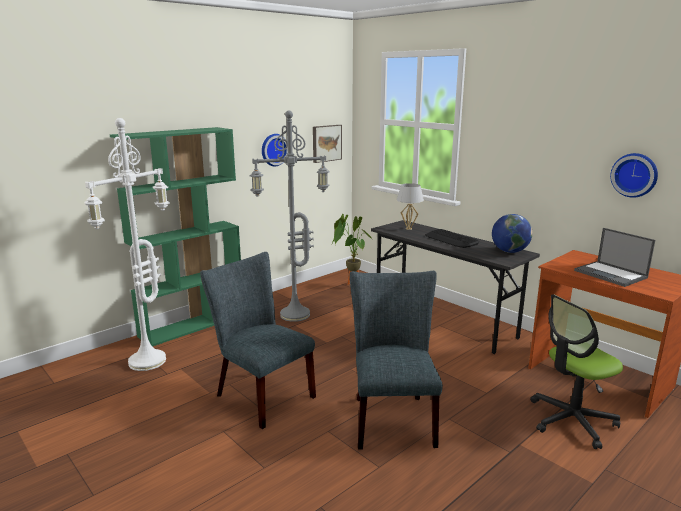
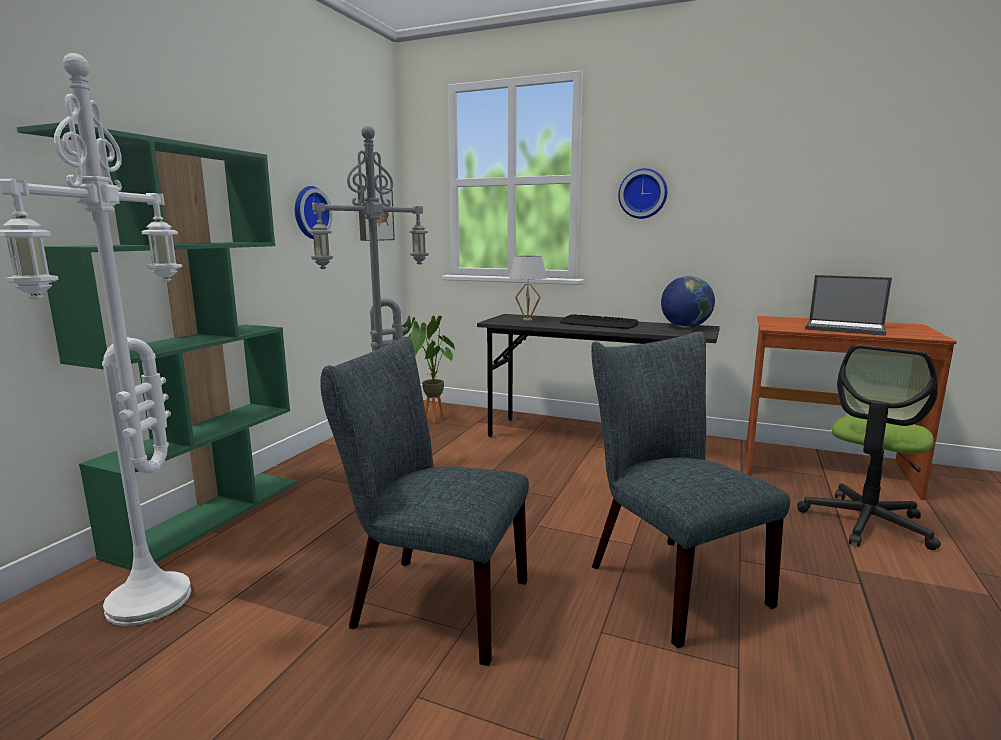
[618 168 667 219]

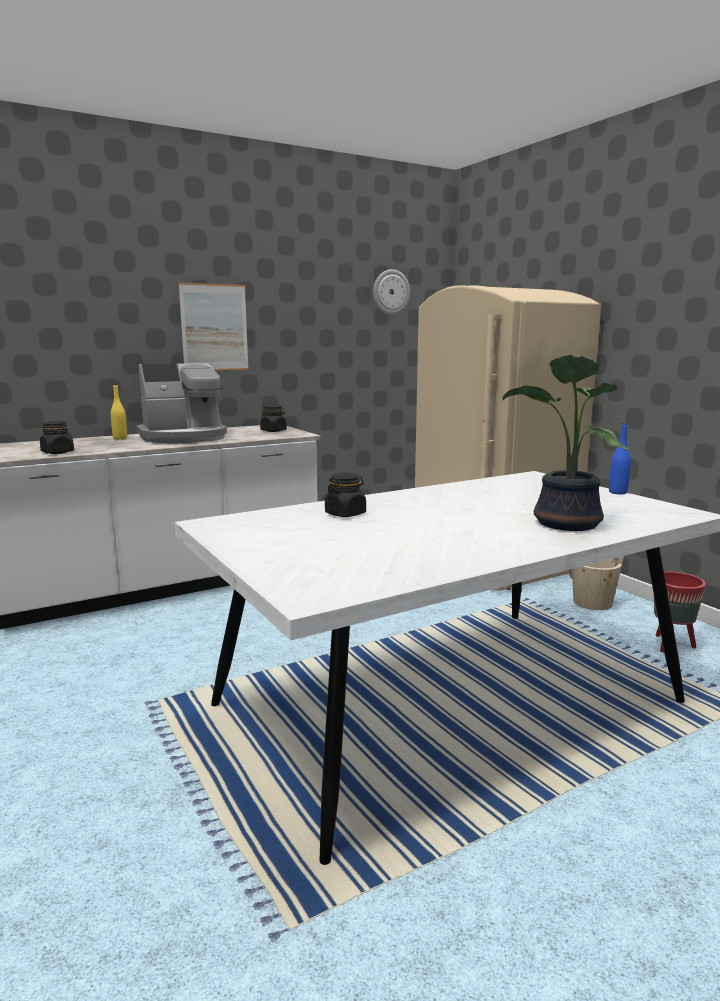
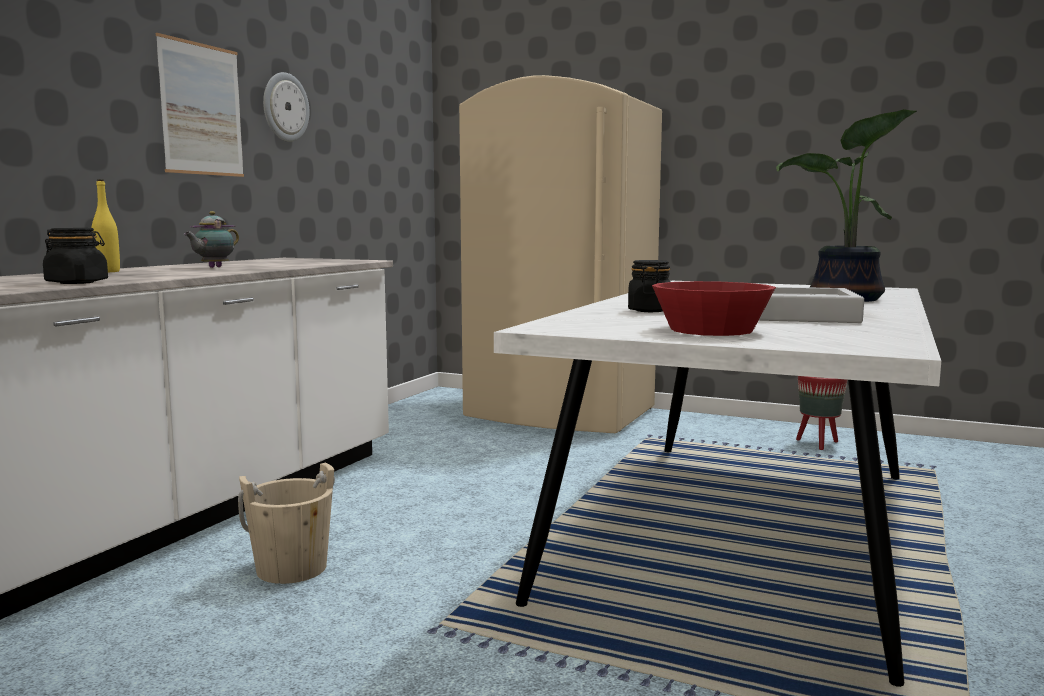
[260 405 287 432] (first image)
[609 423 631 494] (first image)
[652 281 776 336]
[758 287 864 323]
[263 72 309 142]
[238 463 335 584]
[184 211 239 268]

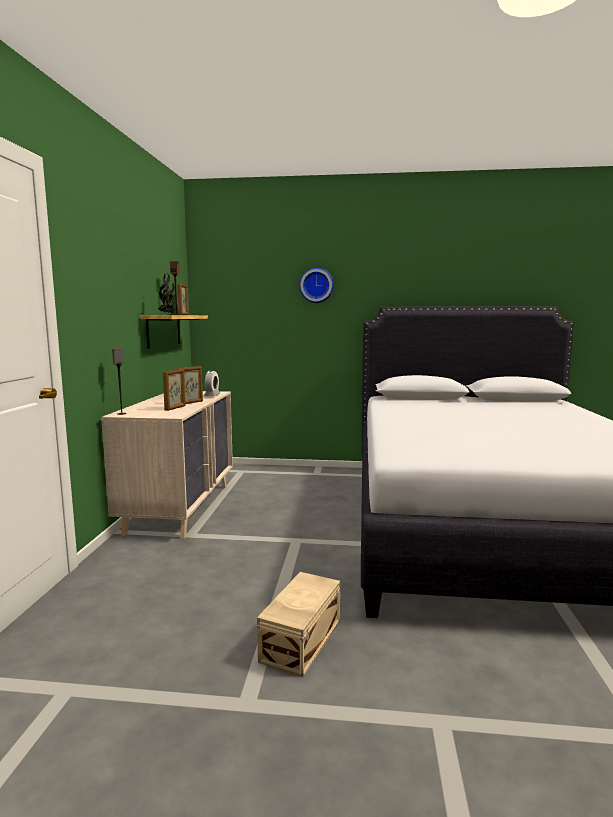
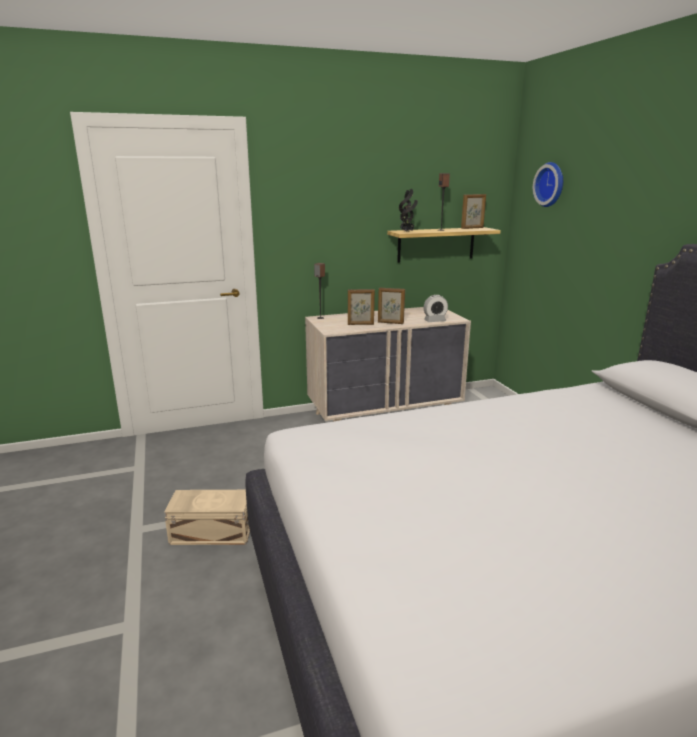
[533 162 563 207]

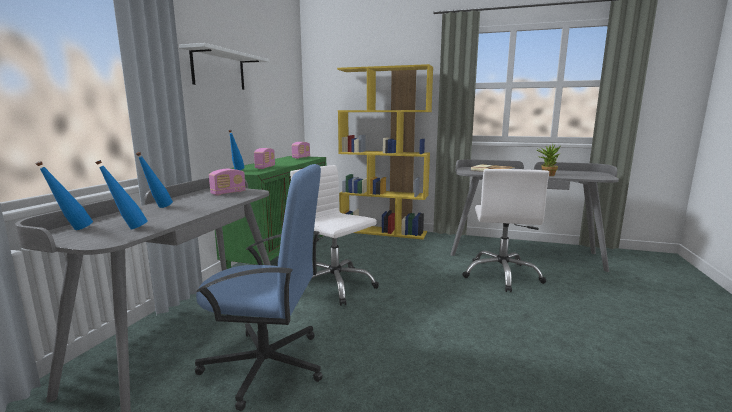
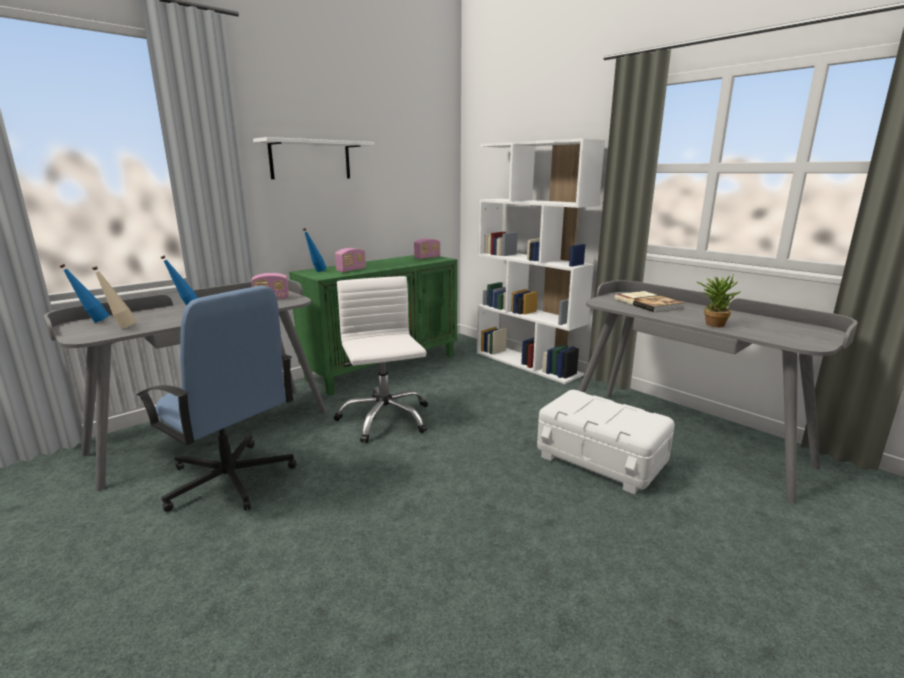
[537 390 675 494]
[92 267 137 329]
[477 138 605 384]

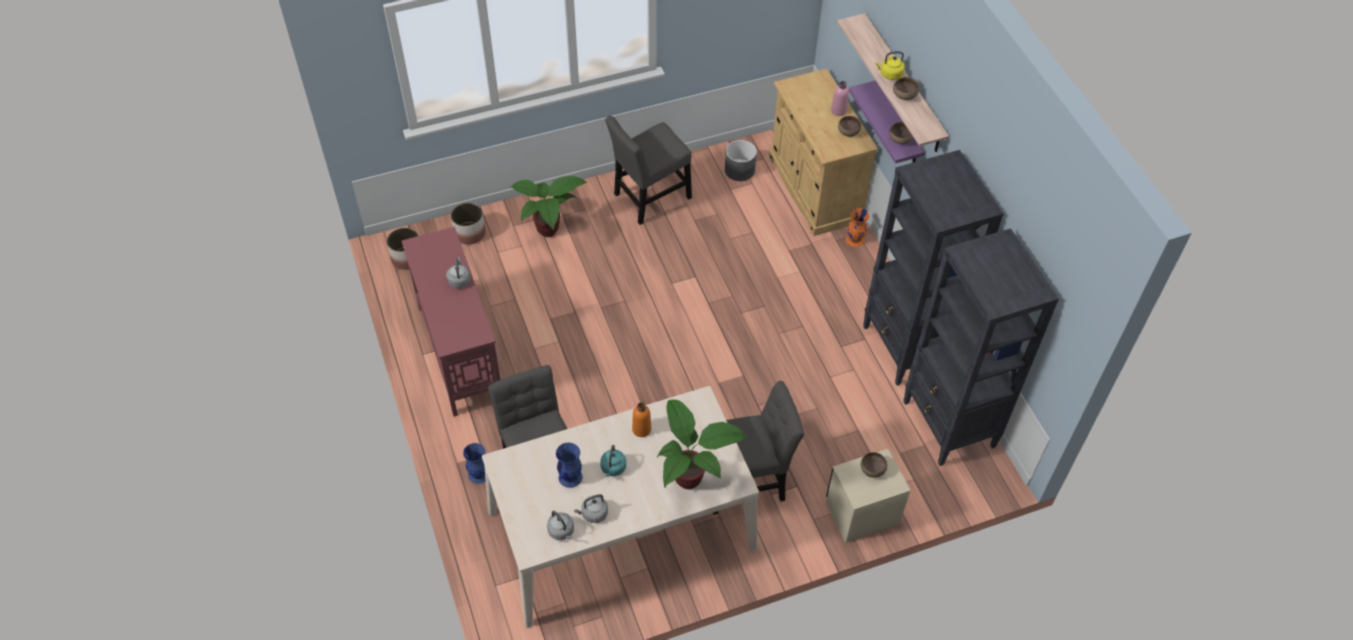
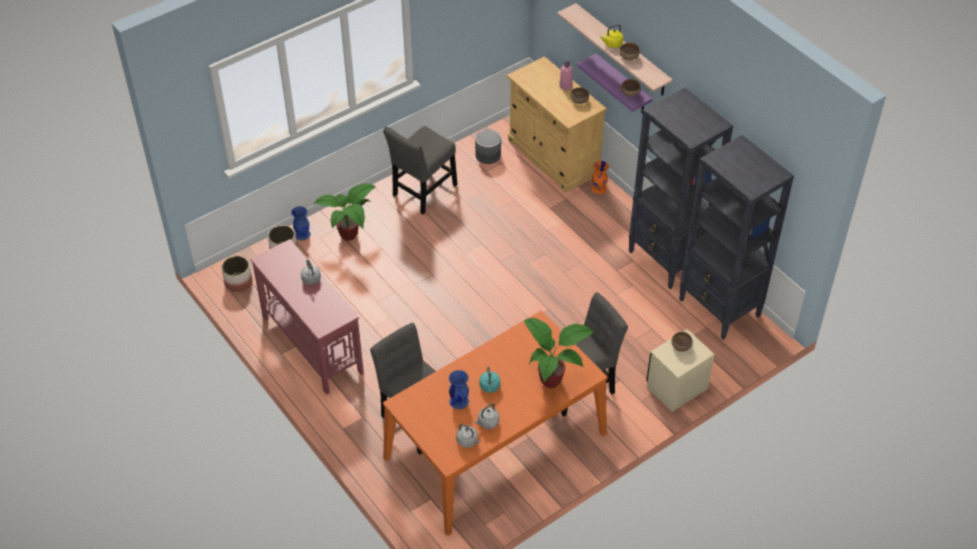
[632 402 651 437] (first image)
[291 206 311 240]
[383 311 607 536]

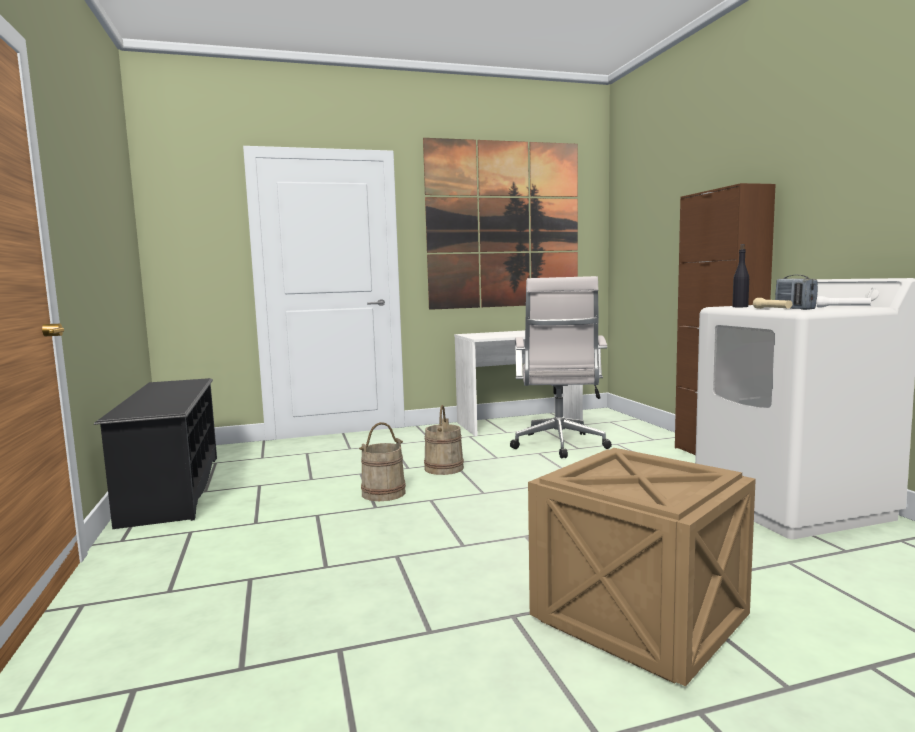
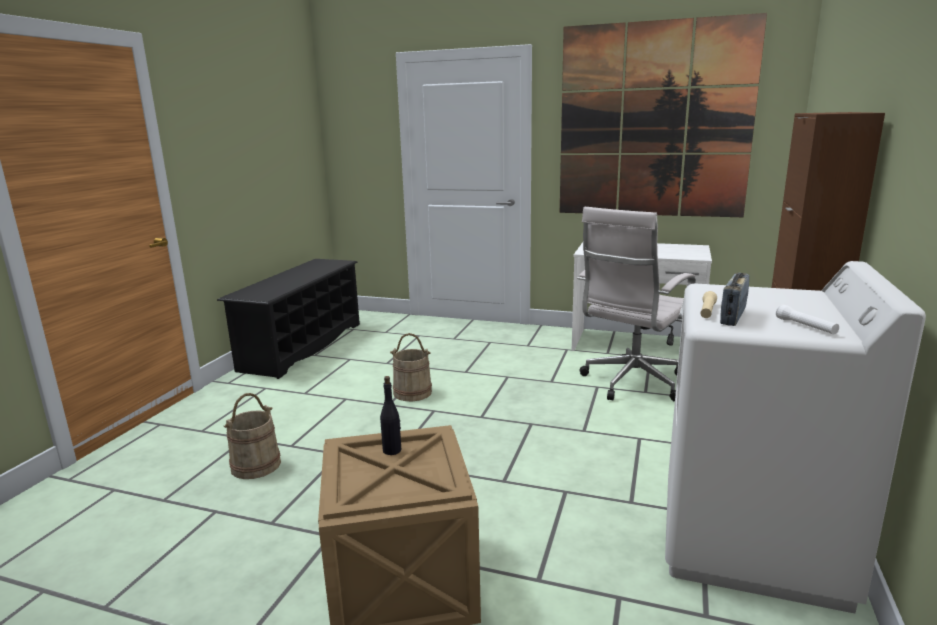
[224 393 281 479]
[380 376 401 455]

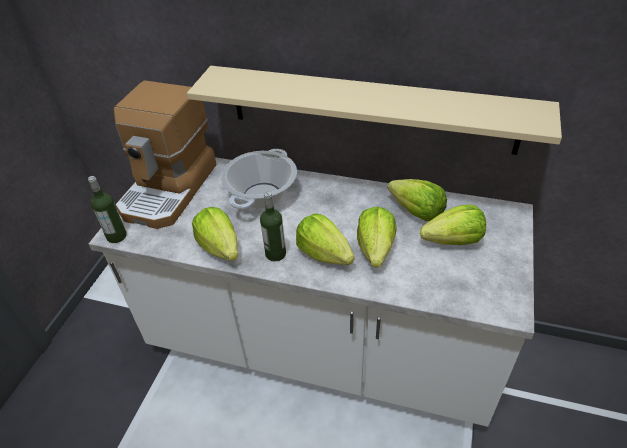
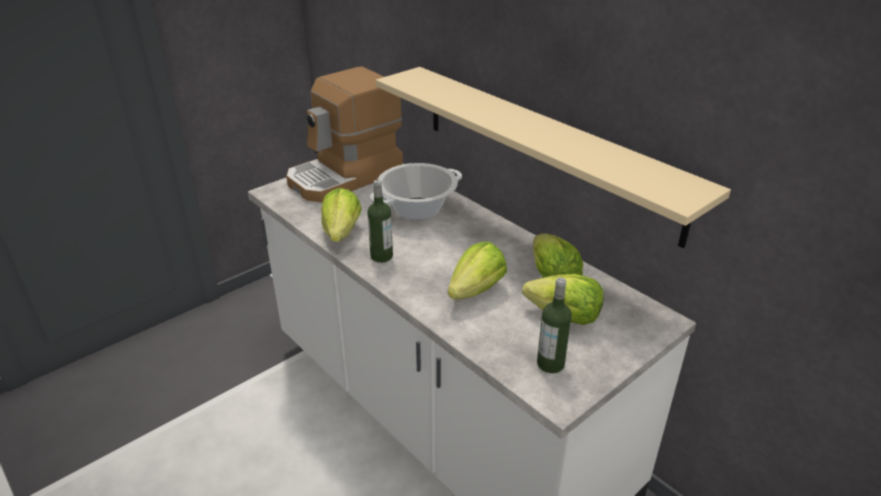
[296 213 355 265] (first image)
[537 277 572 373]

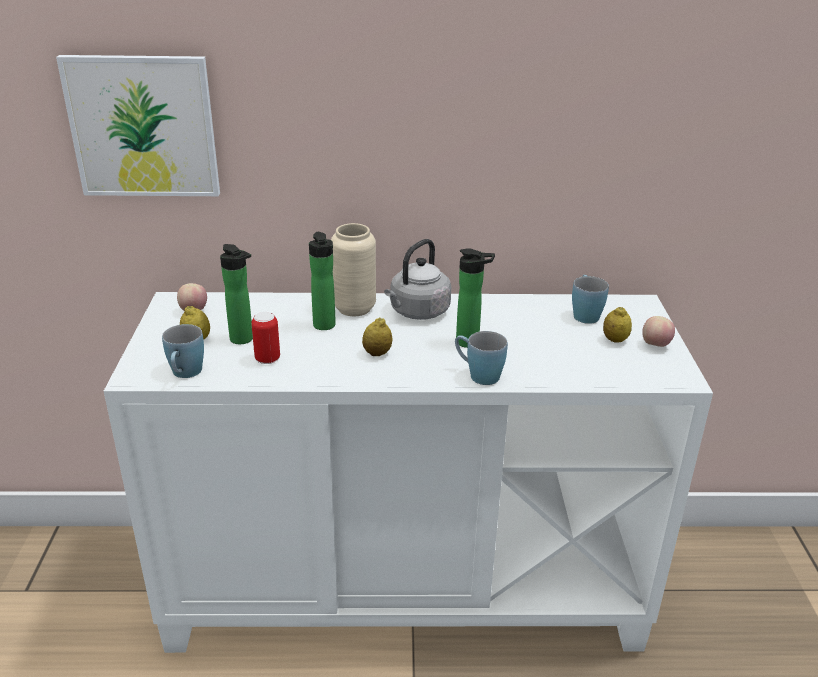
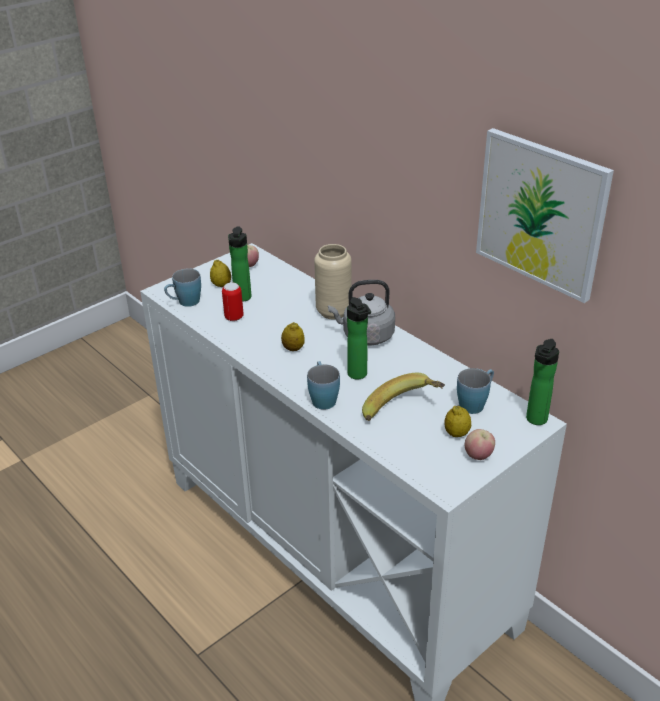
[362 373 445 421]
[476 128 614 303]
[526 339 559 425]

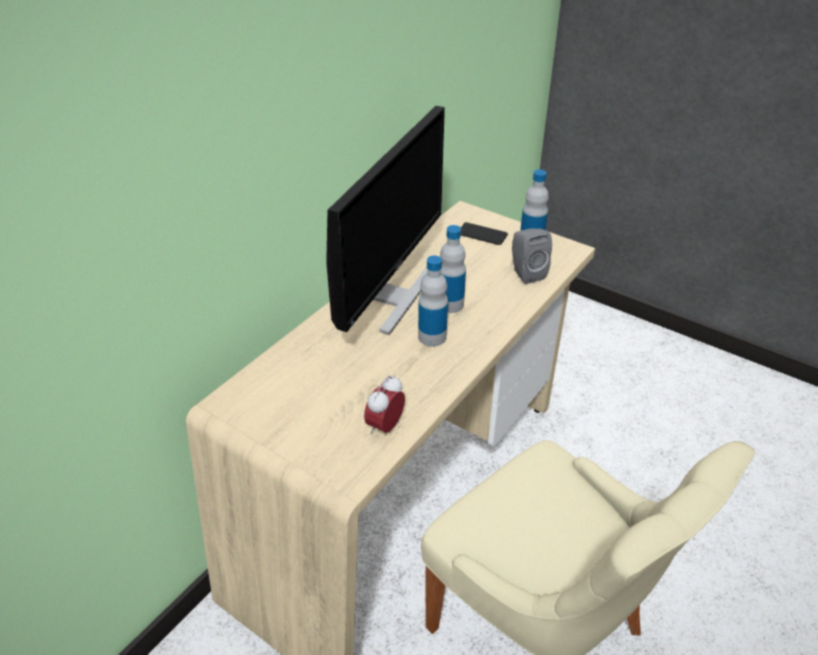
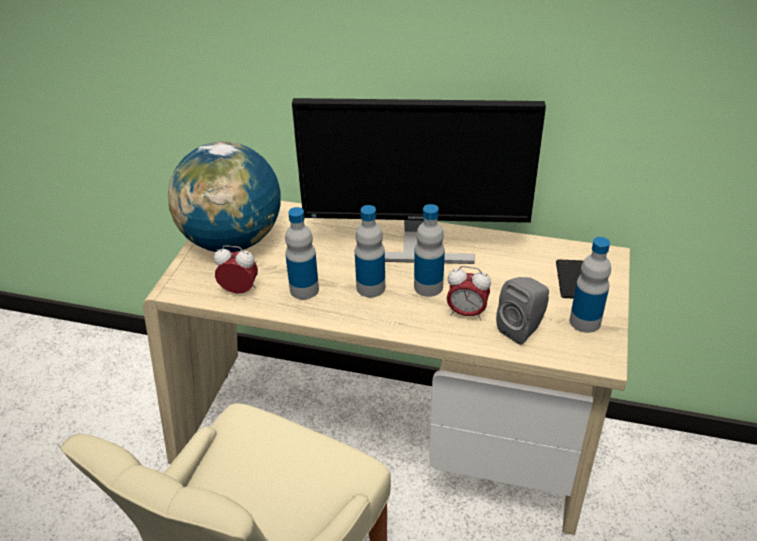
[168 141 281 252]
[285 207 319 300]
[447 266 491 320]

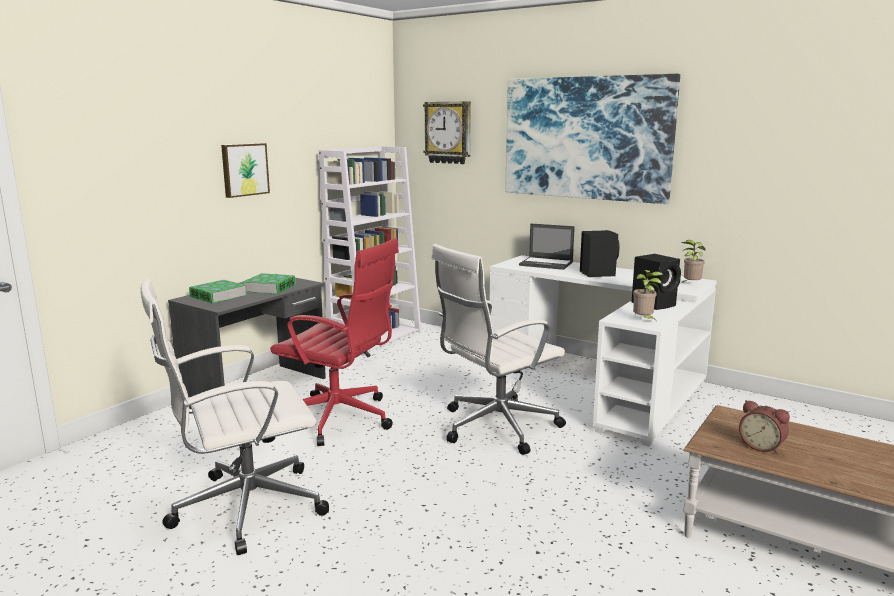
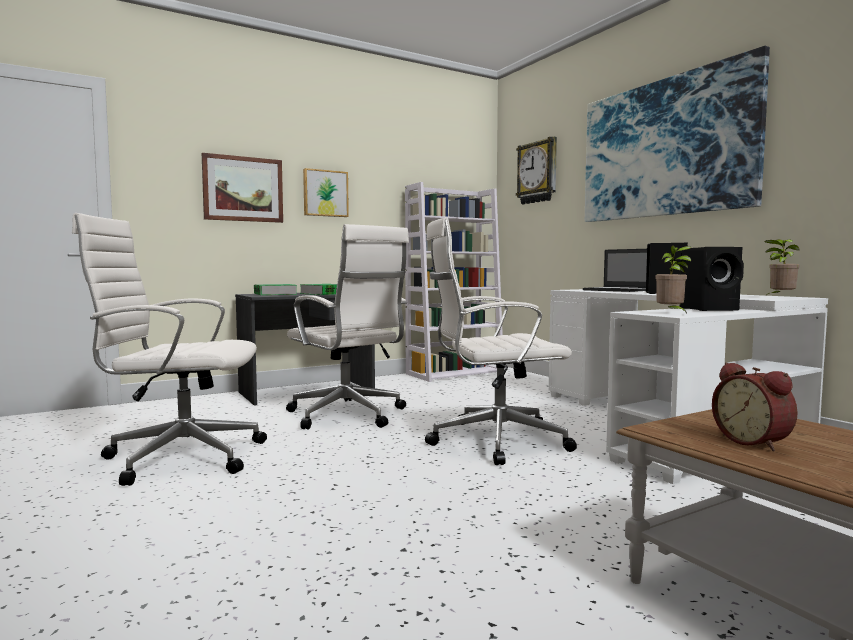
[202 153 283 223]
[286 224 409 430]

